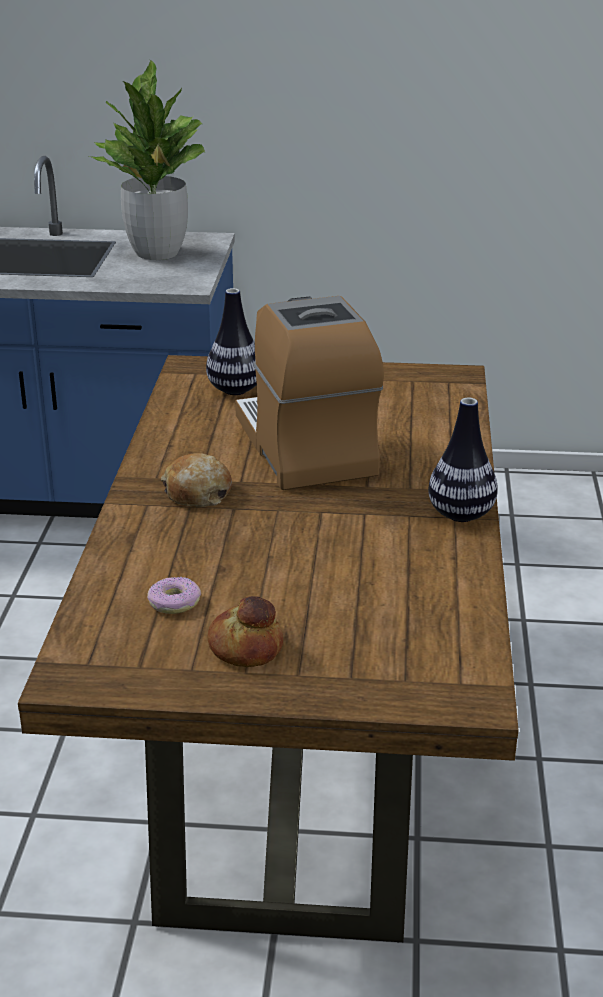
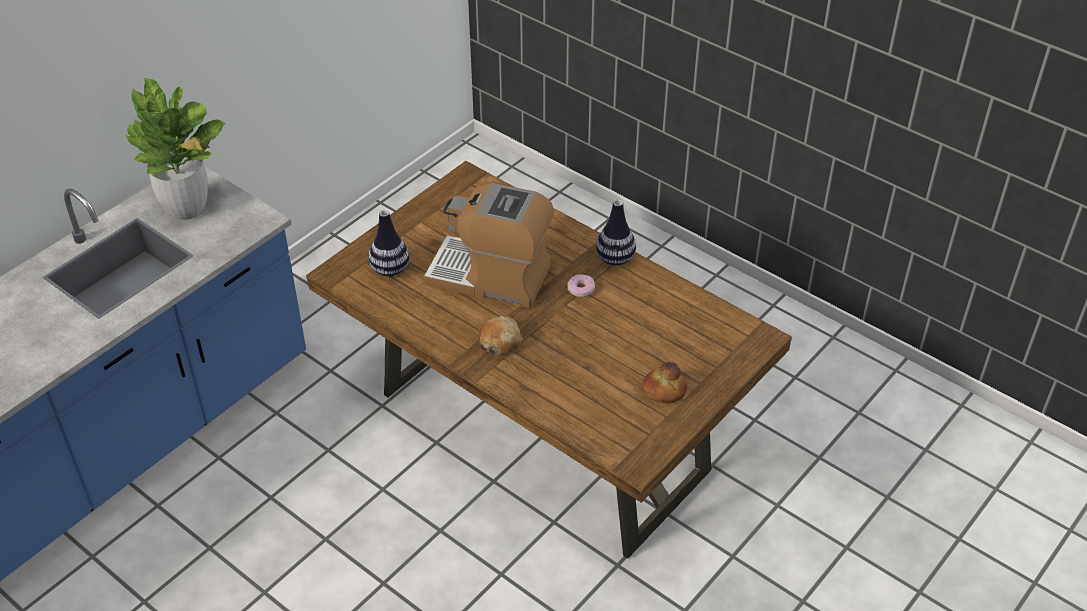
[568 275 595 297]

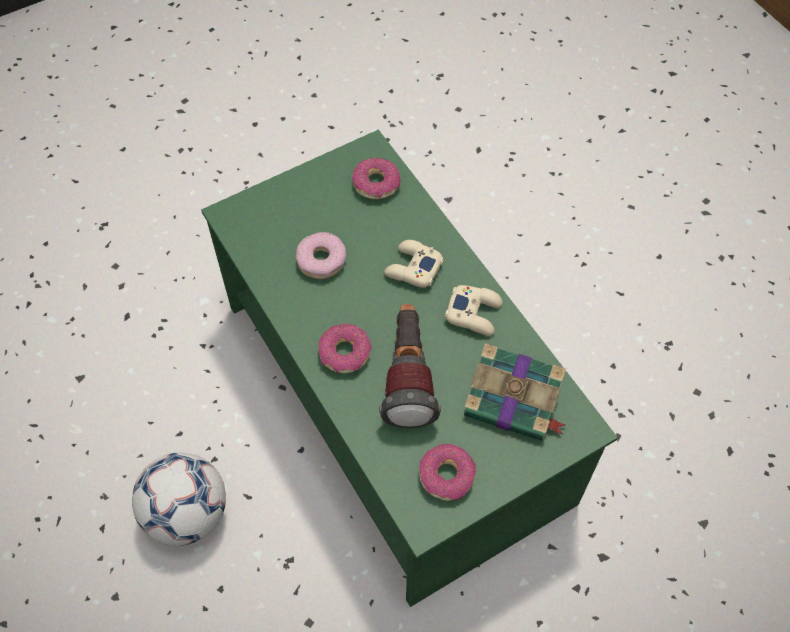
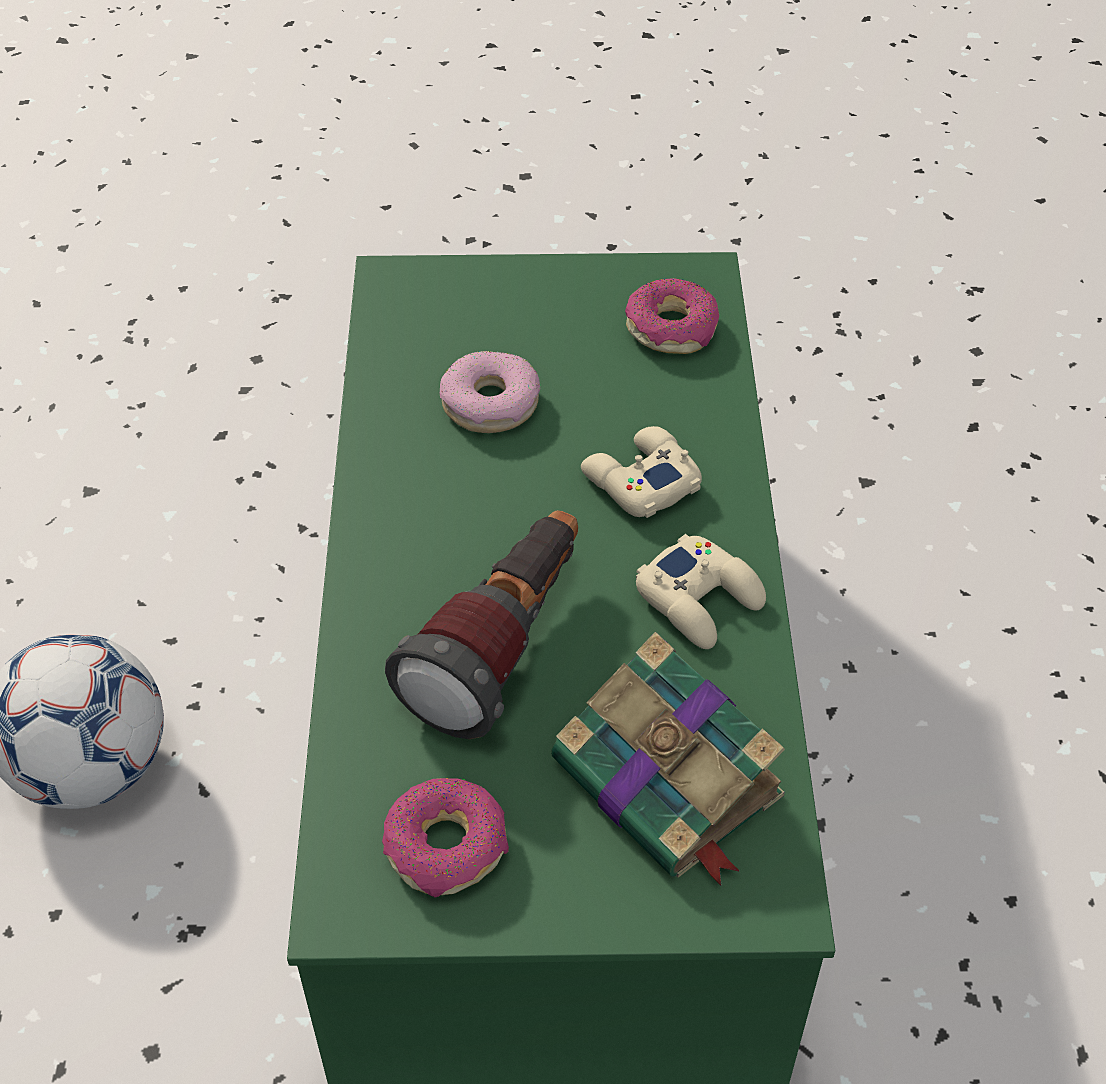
[318 324 371 373] (first image)

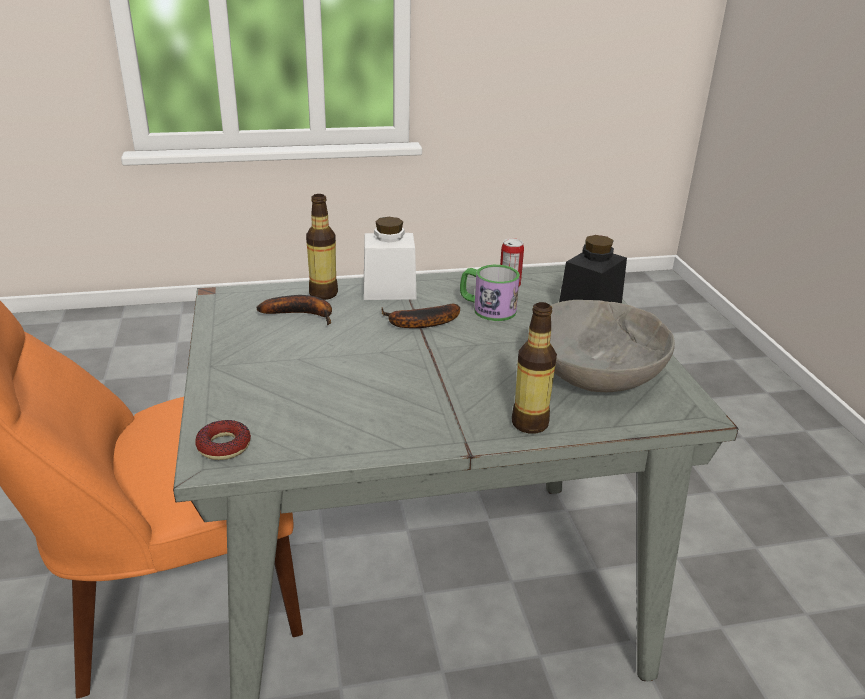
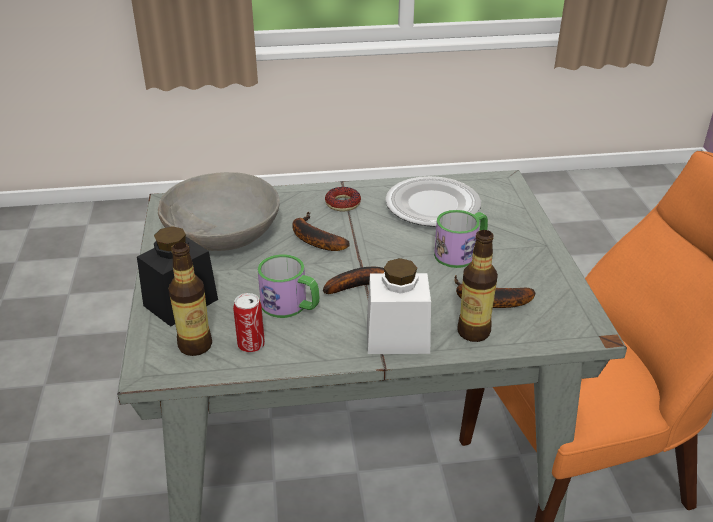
[292 212 350 251]
[385 176 481 227]
[434 210 488 268]
[325 187 361 211]
[169 242 212 356]

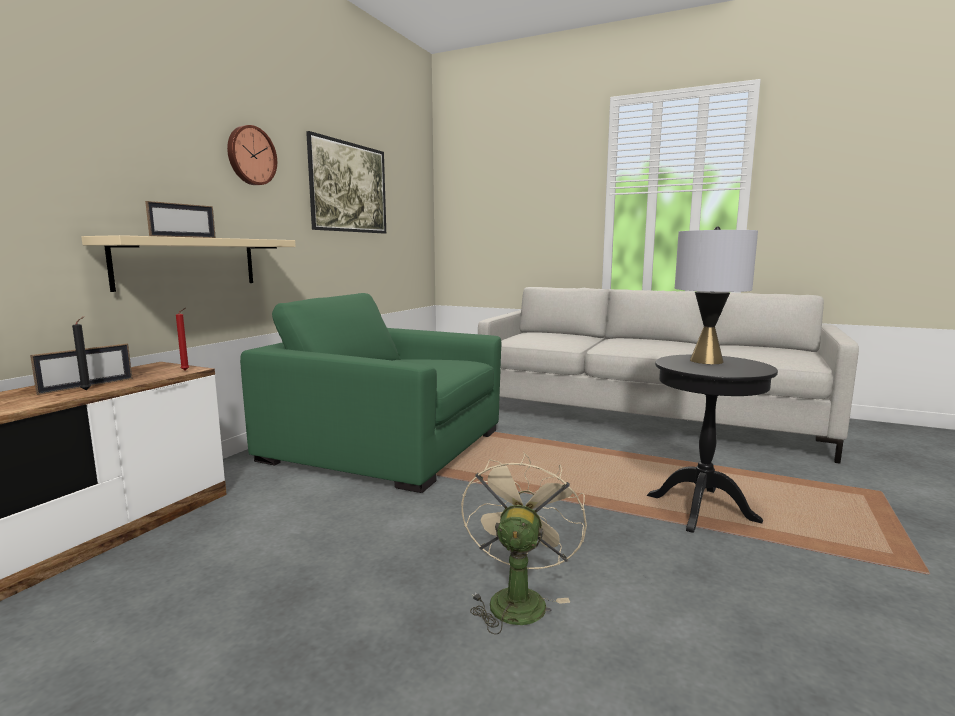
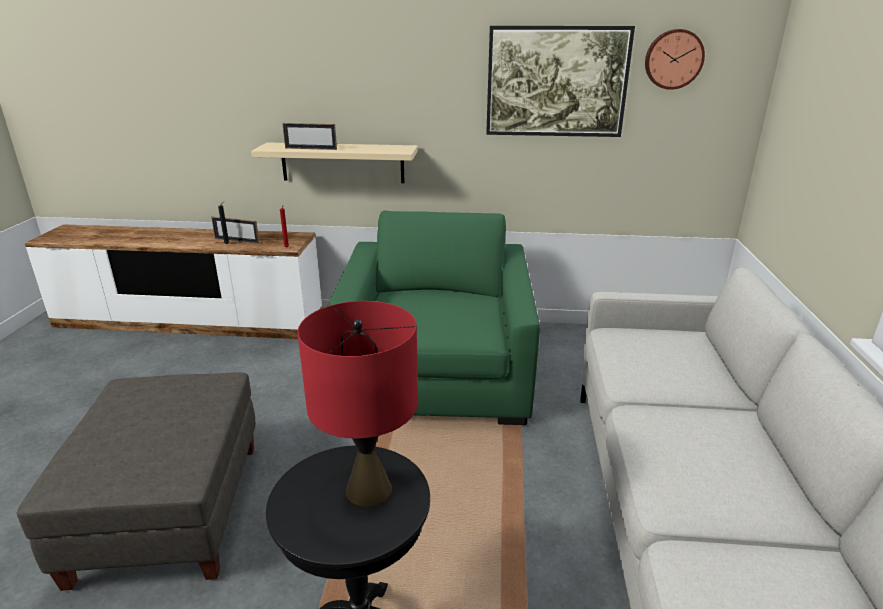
[645 29 705 90]
[17 372 256 591]
[297 301 418 507]

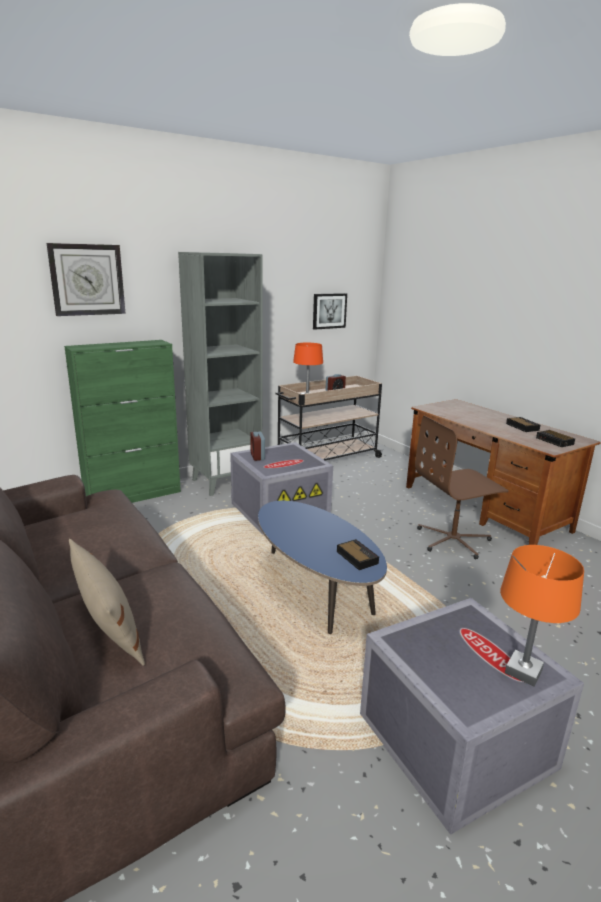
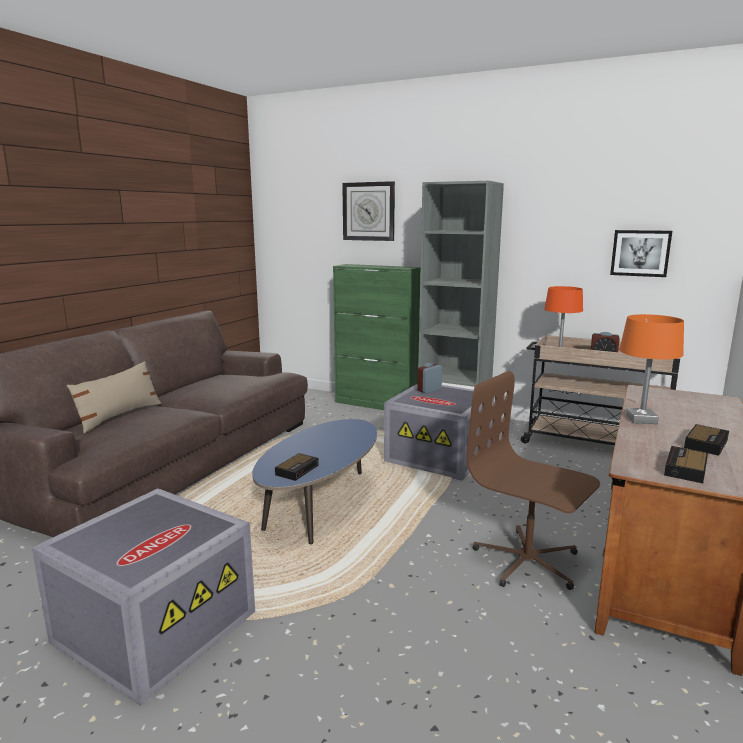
[619 314 684 424]

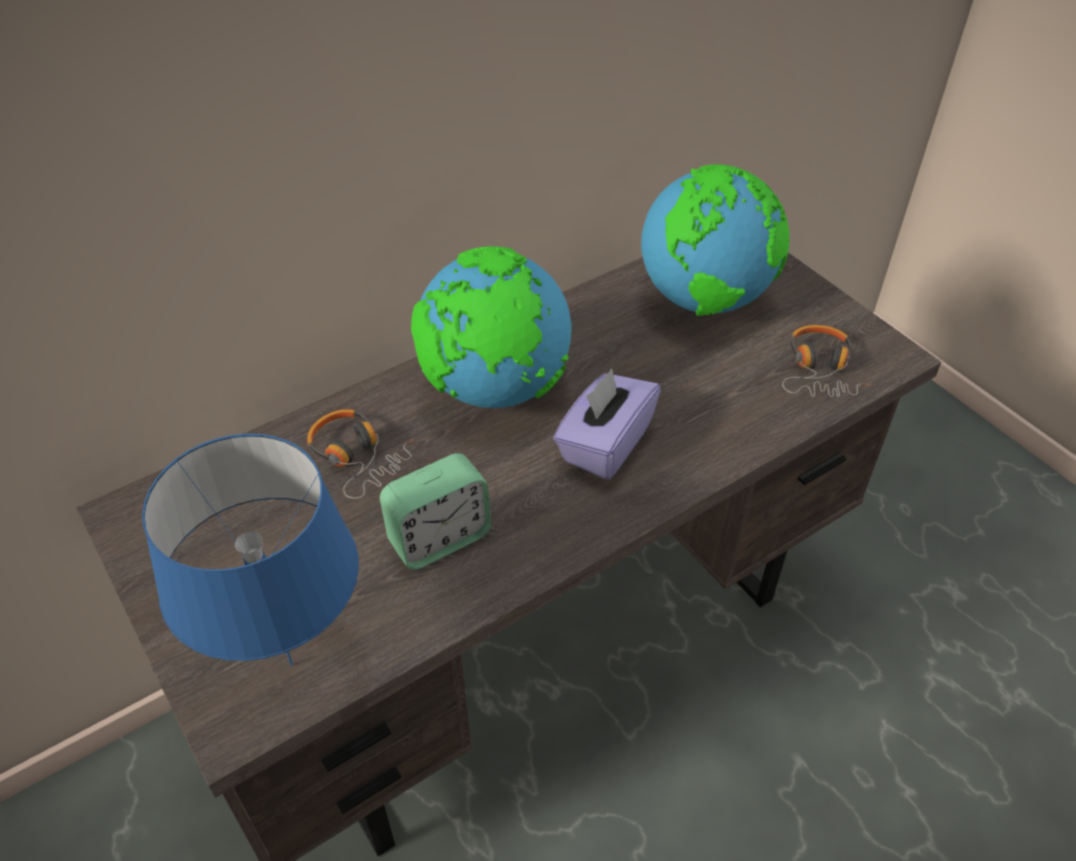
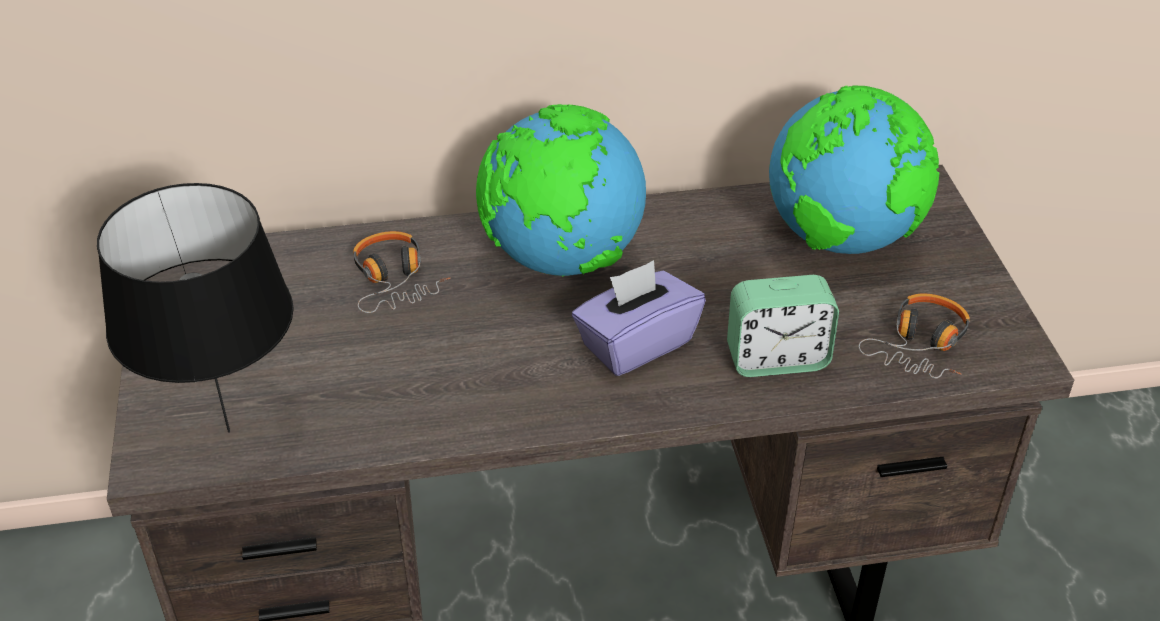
[727 275 839 377]
[97 183 294 433]

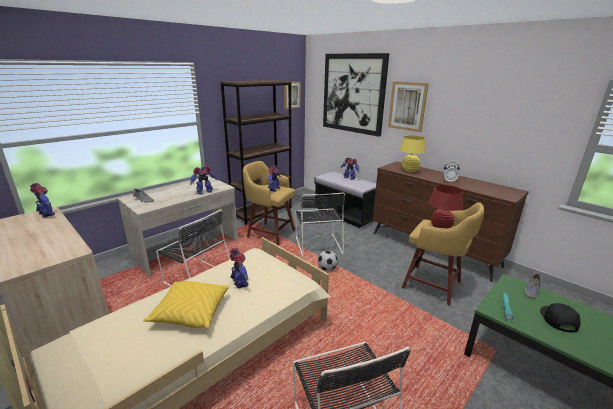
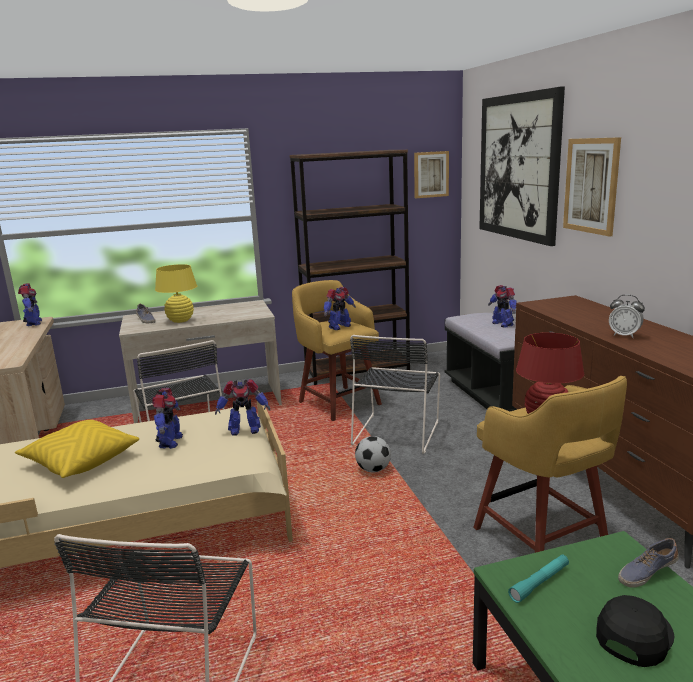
[215 379 270 435]
[155 264 197 323]

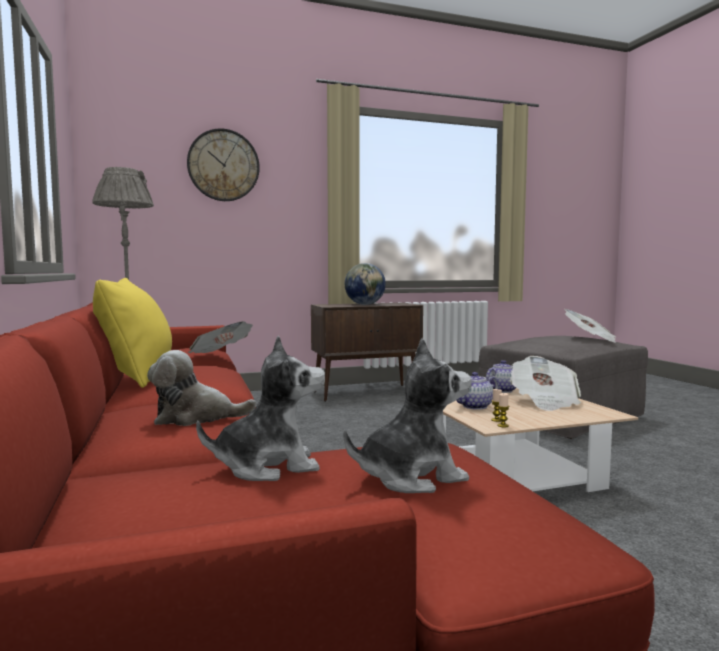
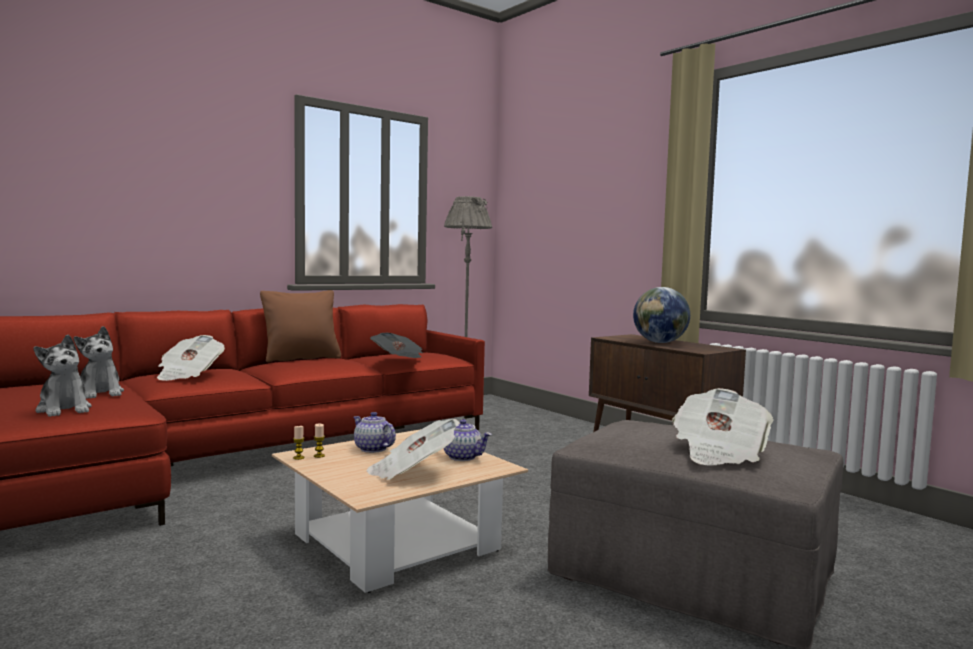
[187 128 260 201] (first image)
[157 335 225 381]
[260 290 341 362]

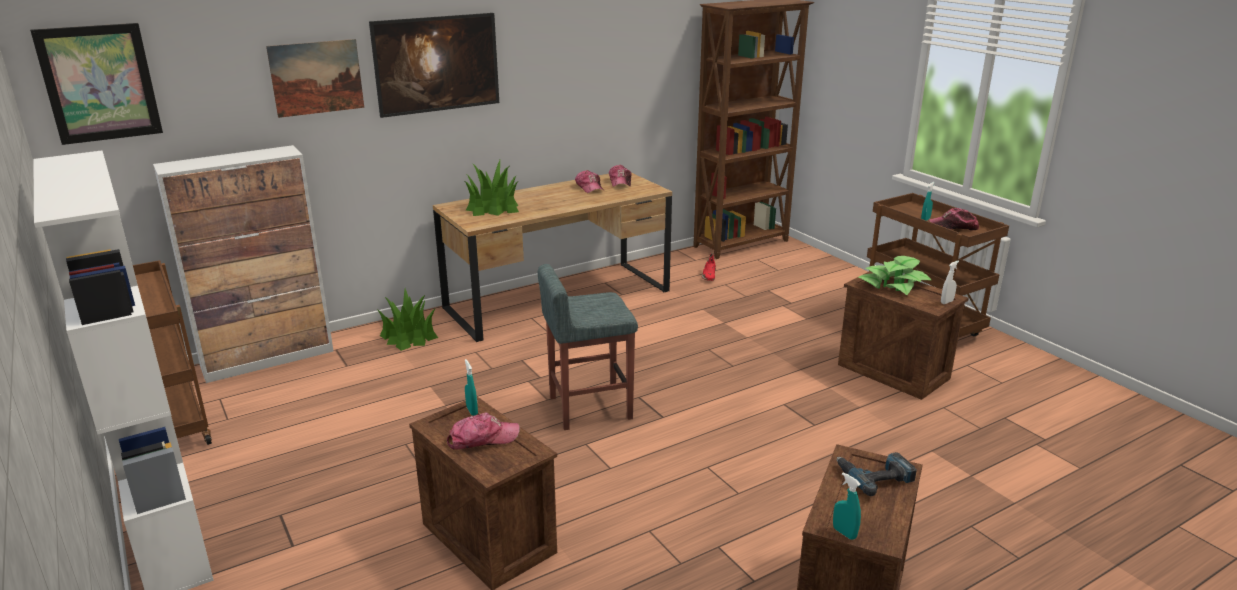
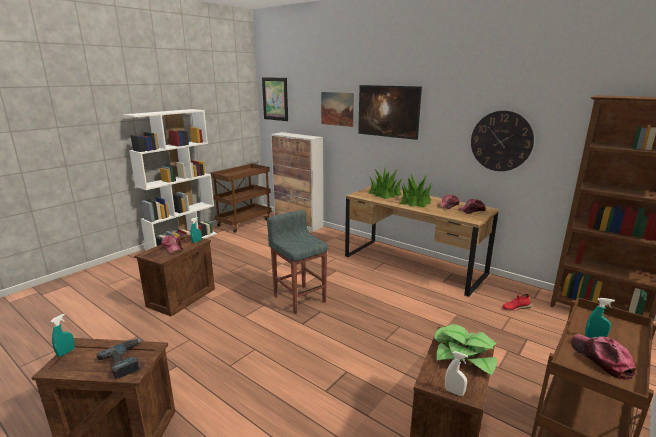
[471 111 534 171]
[400 174 432 207]

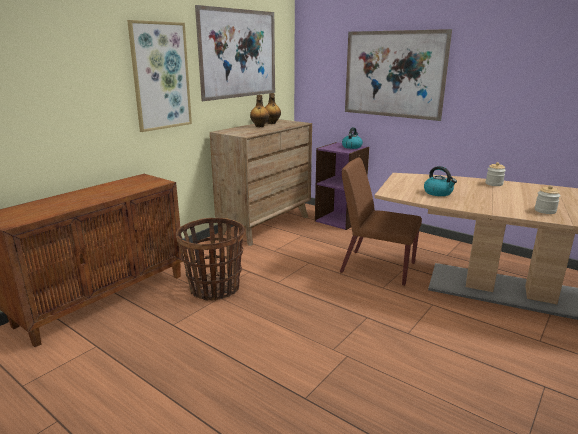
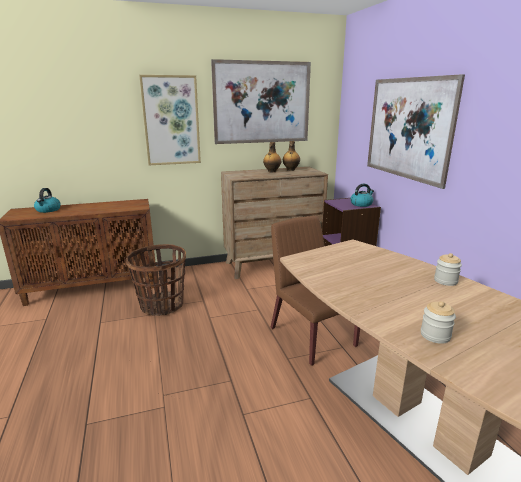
[34 188 61 213]

